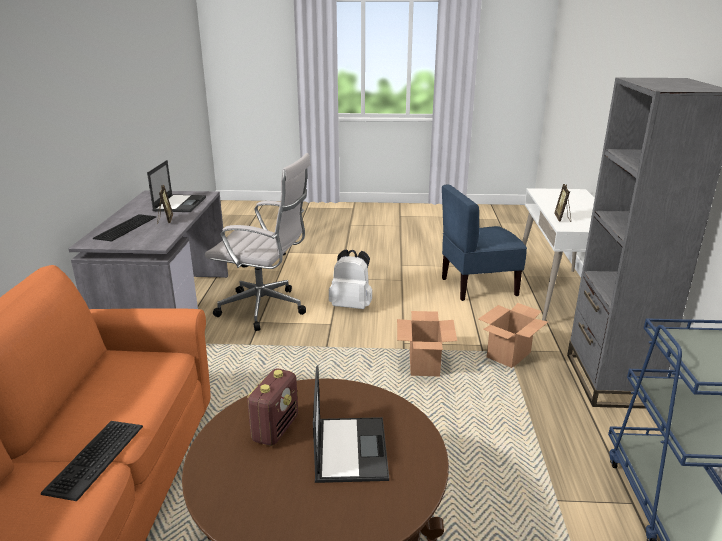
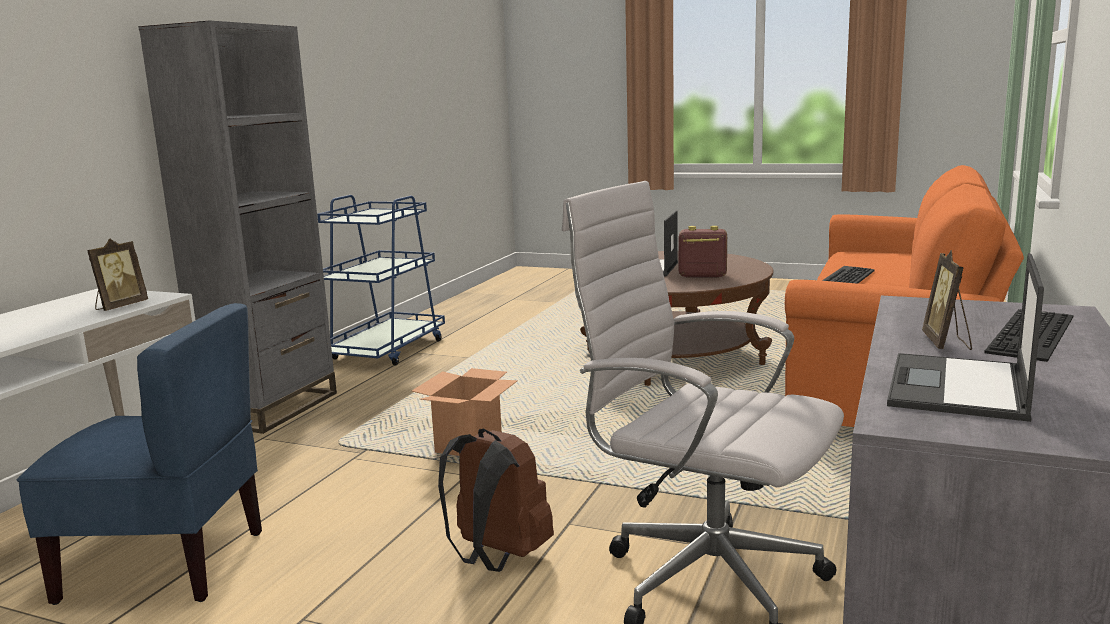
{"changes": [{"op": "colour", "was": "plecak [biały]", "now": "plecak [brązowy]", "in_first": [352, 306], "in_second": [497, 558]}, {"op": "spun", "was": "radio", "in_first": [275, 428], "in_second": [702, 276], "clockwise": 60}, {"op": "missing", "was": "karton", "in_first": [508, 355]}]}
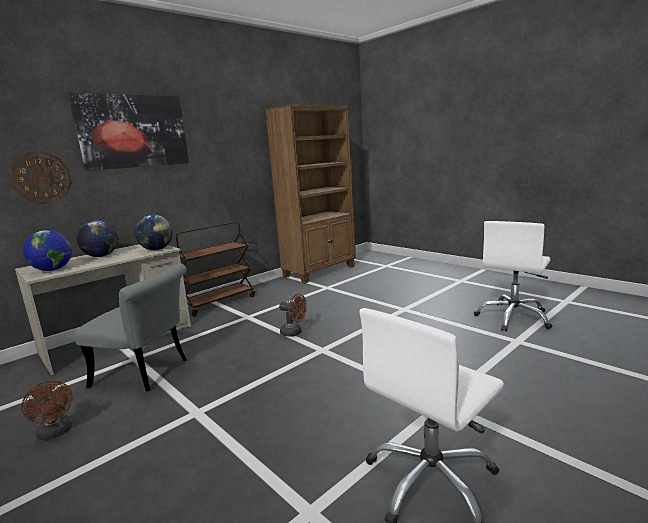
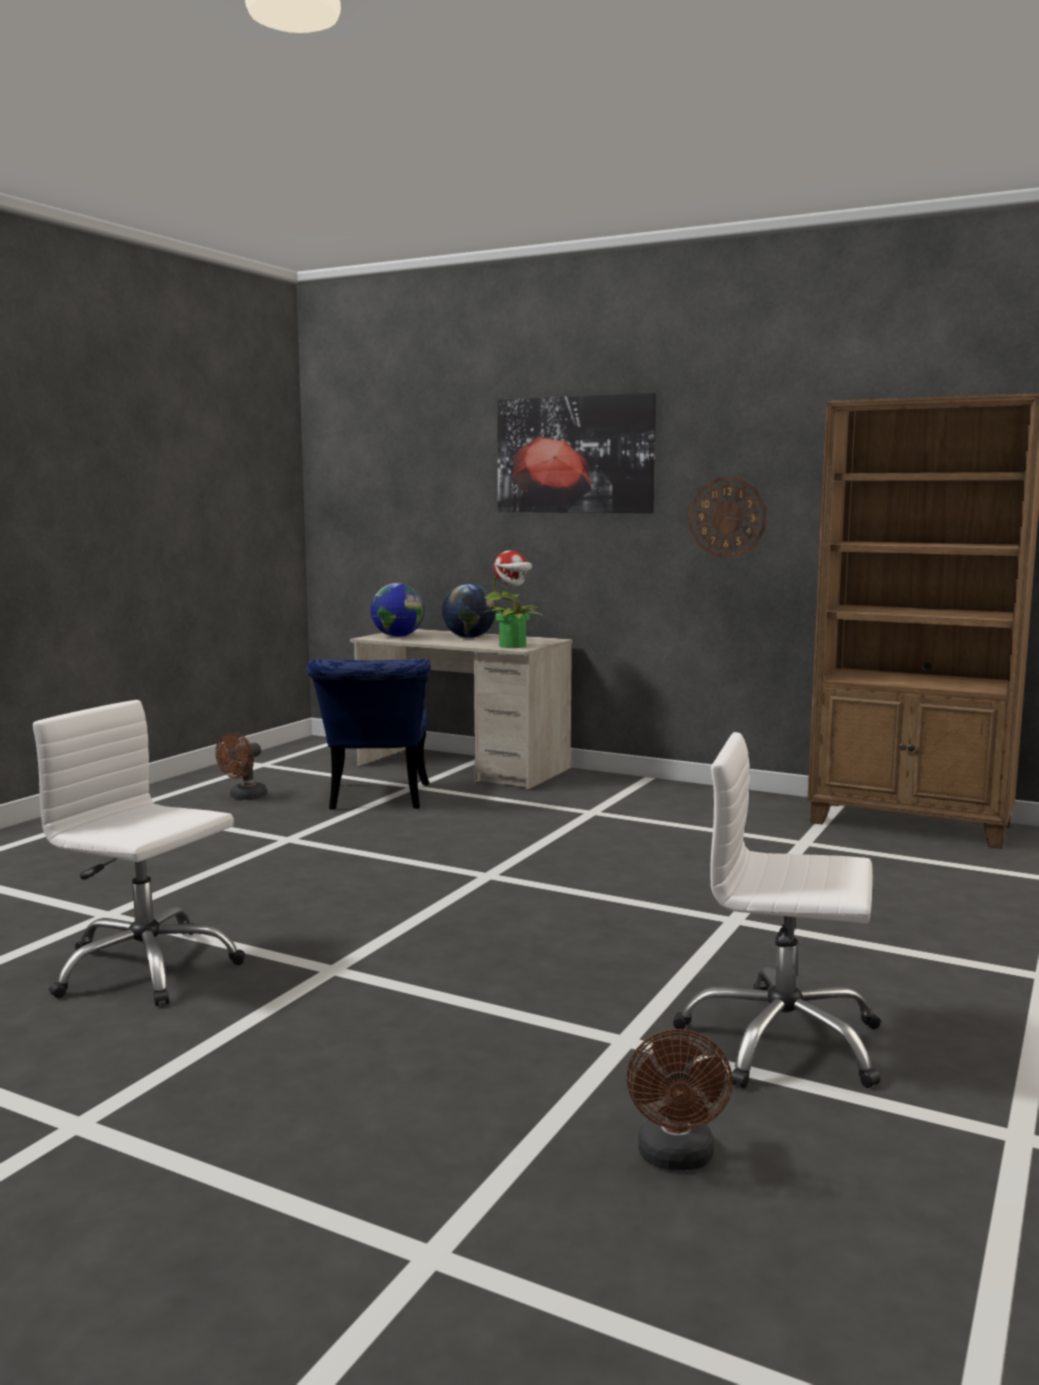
{"changes": [{"op": "colour", "was": "krzesło [szary]", "now": "krzesło [niebieski]", "in_first": [147, 373], "in_second": [376, 800]}, {"op": "exchanged", "was": "globus", "now": "roślina doniczkowa", "in_first": [157, 249], "in_second": [513, 646]}, {"op": "relocated", "was": "wentylator [brązowy]", "in_first": [294, 333], "in_second": [676, 1159]}, {"op": "relocated", "was": "zegar ścienny", "in_first": [41, 178], "in_second": [727, 517]}, {"op": "missing", "was": "wózek [brązowy]", "in_first": [219, 302]}]}
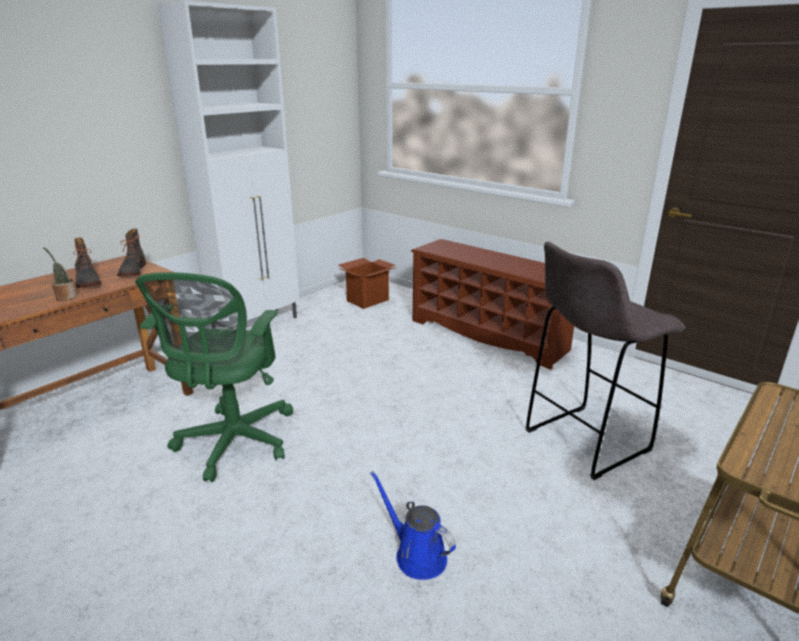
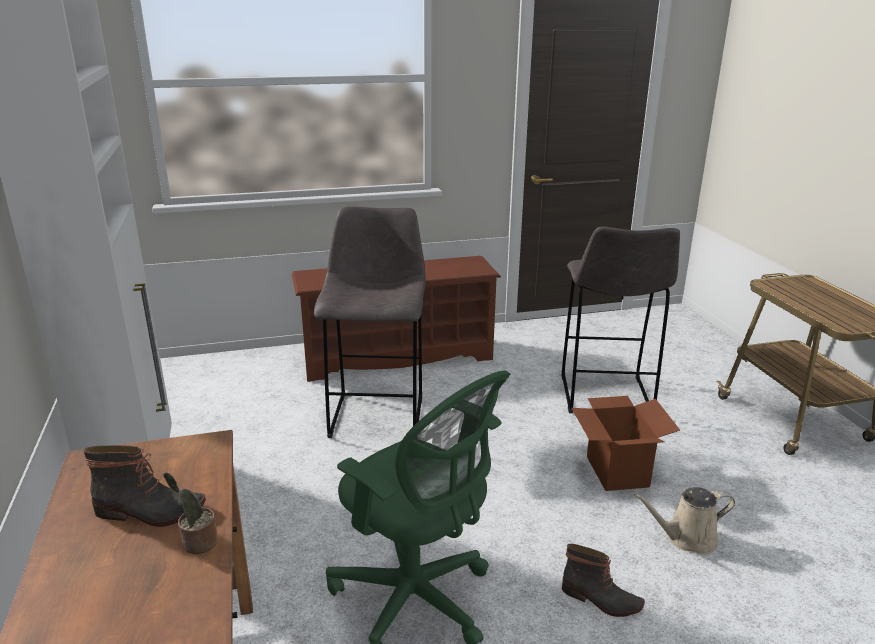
{"changes": [{"op": "appeared", "now": "stołek [szary]", "in_second": [378, 414]}, {"op": "relocated", "was": "but z cholewką", "in_first": [132, 271], "in_second": [600, 600]}, {"op": "relocated", "was": "karton", "in_first": [368, 300], "in_second": [616, 471]}, {"op": "colour", "was": "konewka [niebieski]", "now": "konewka [beżowy]", "in_first": [416, 555], "in_second": [686, 538]}]}
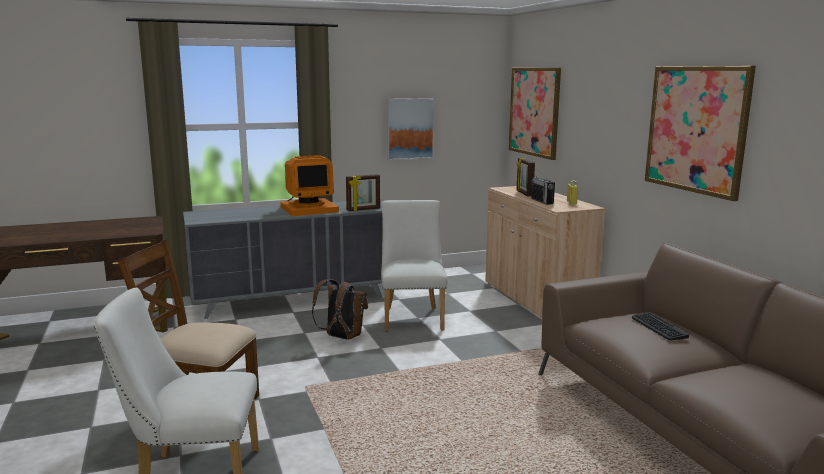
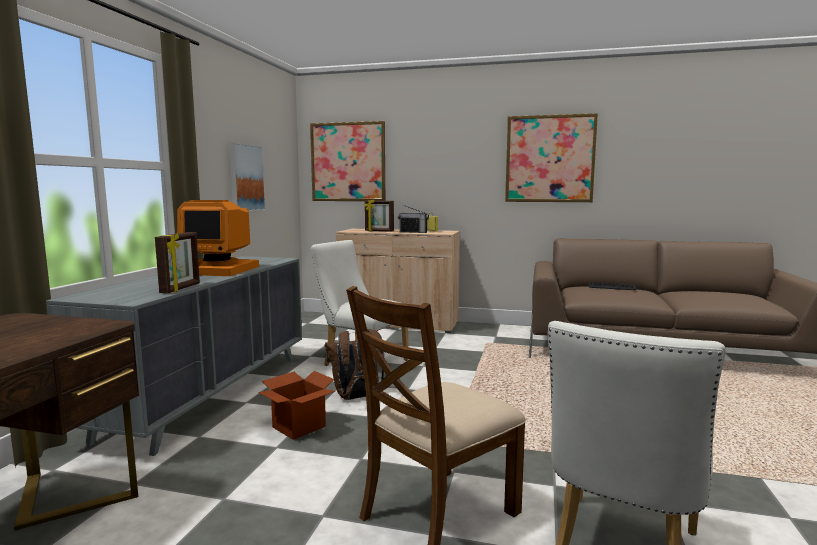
{"changes": [{"op": "relocated", "was": "ramka na zdjęcie", "in_first": [363, 209], "in_second": [181, 288]}, {"op": "spun", "was": "monitor", "in_first": [309, 209], "in_second": [218, 270], "clockwise": 90}, {"op": "appeared", "now": "karton", "in_second": [299, 427]}]}
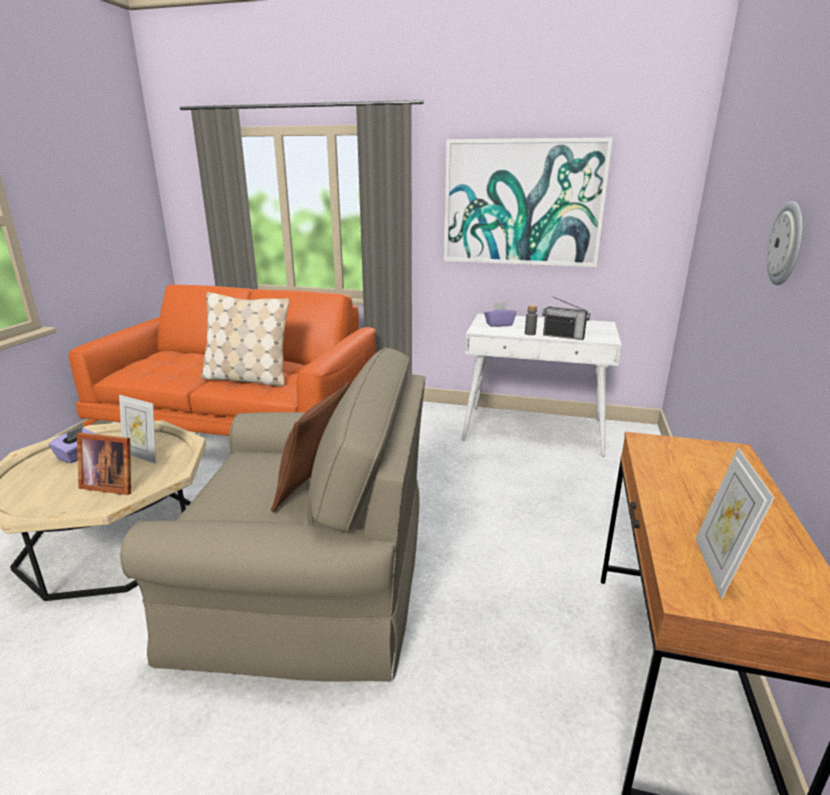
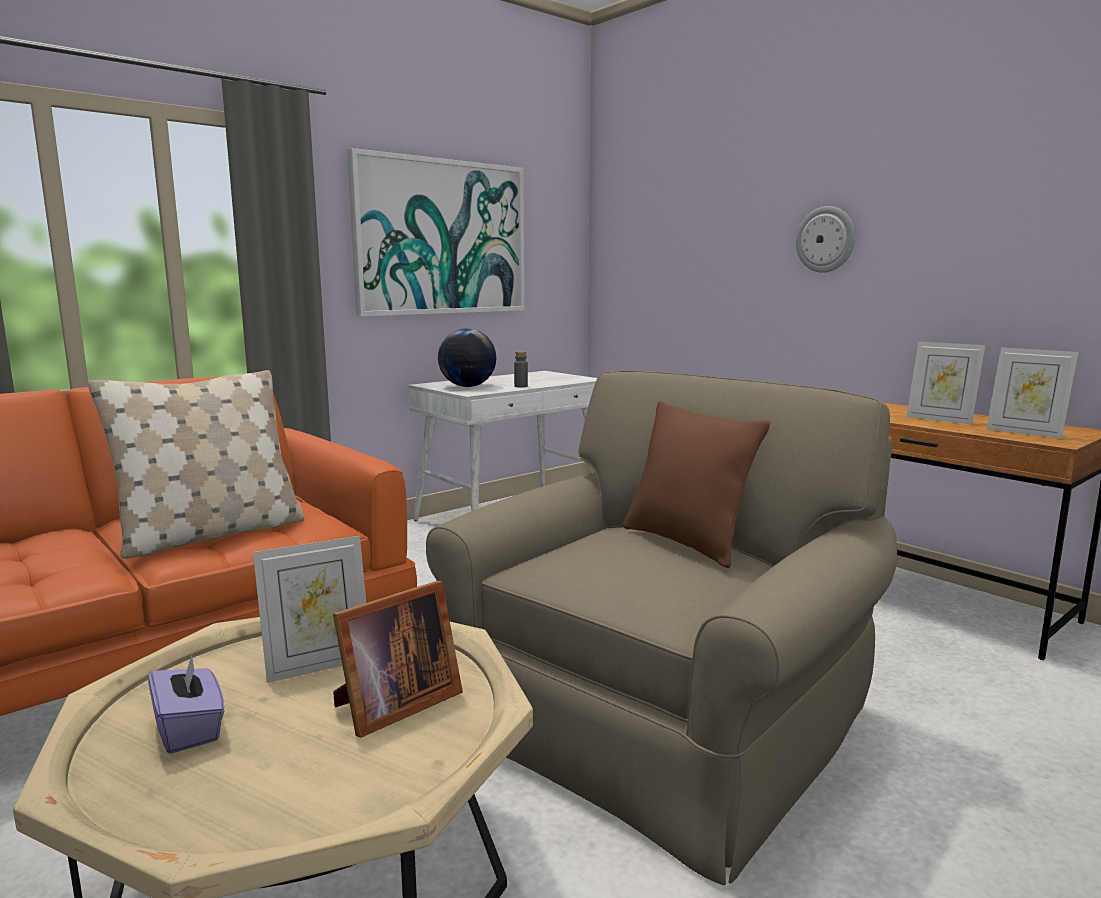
{"changes": [{"op": "exchanged", "was": "pudełko chusteczek [fioletowy]", "now": "globus", "in_first": [499, 324], "in_second": [467, 386]}, {"op": "appeared", "now": "ramka na zdjęcie", "in_second": [940, 419]}, {"op": "missing", "was": "radio", "in_first": [563, 336]}]}
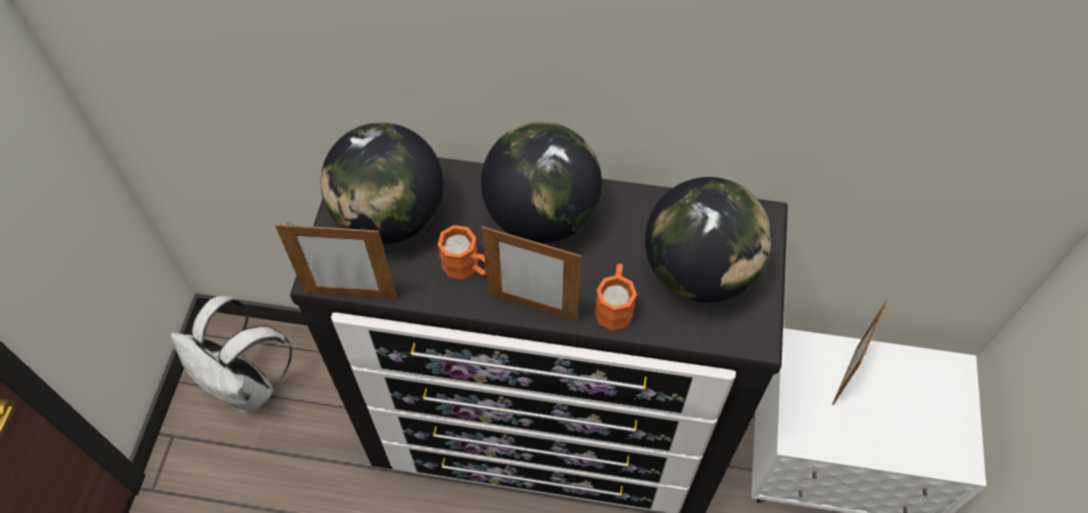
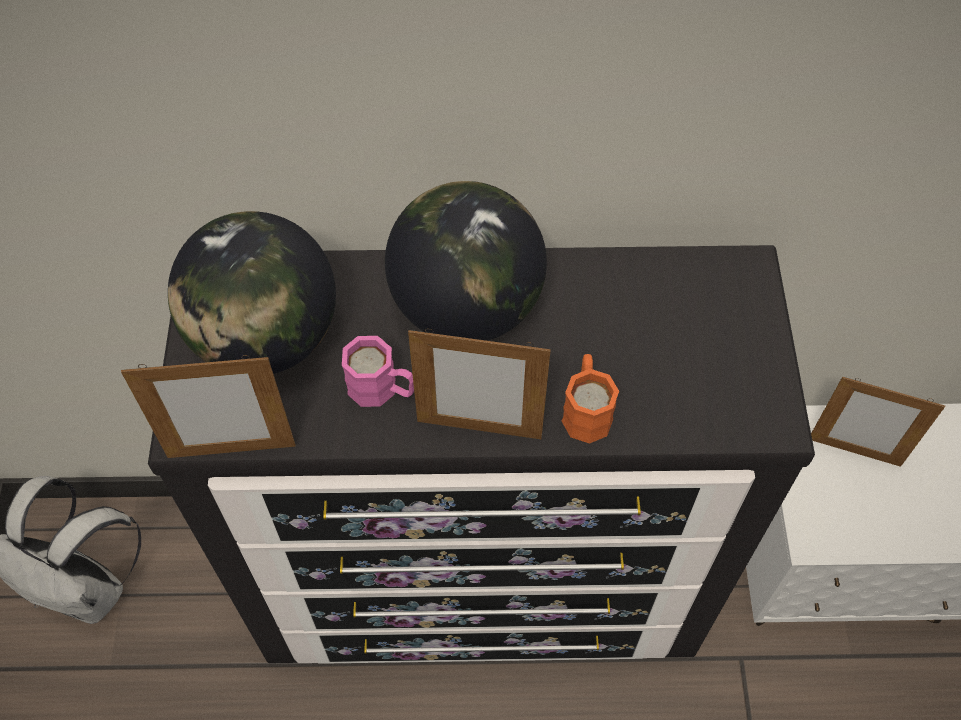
{"changes": [{"op": "colour", "was": "kubek [pomarańczowy]", "now": "kubek [różowy]", "in_first": [467, 267], "in_second": [382, 389]}, {"op": "spun", "was": "ramka na zdjęcie", "in_first": [845, 375], "in_second": [854, 452], "clockwise": -90}, {"op": "missing", "was": "globus", "in_first": [699, 271]}]}
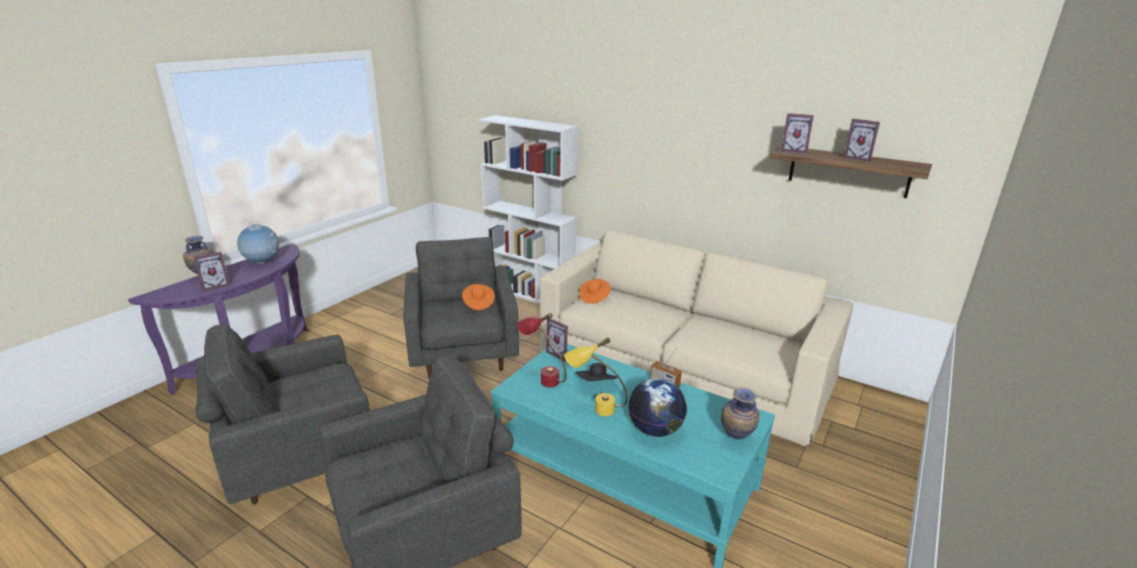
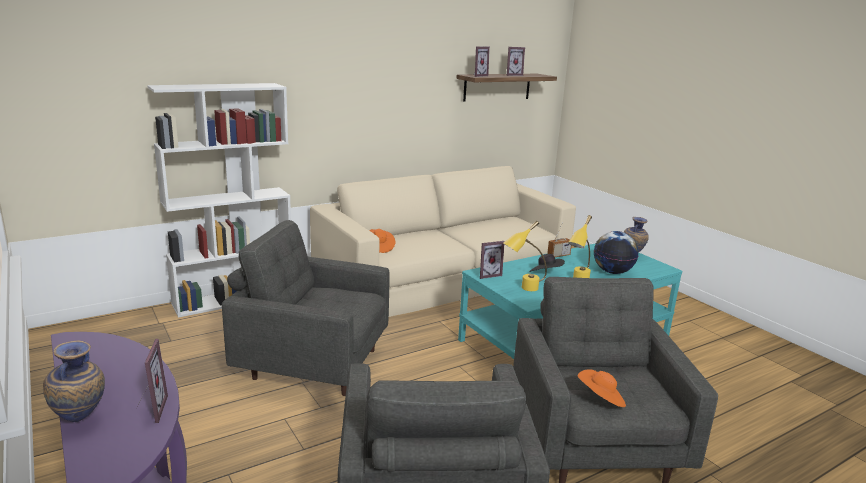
{"changes": [{"op": "colour", "was": "lampa stołowa [czerwony]", "now": "lampa stołowa [żółty]", "in_first": [542, 378], "in_second": [523, 289]}, {"op": "relocated", "was": "kapelusz [pomarańczowy]", "in_first": [478, 303], "in_second": [601, 399]}, {"op": "missing", "was": "globus", "in_first": [262, 262]}]}
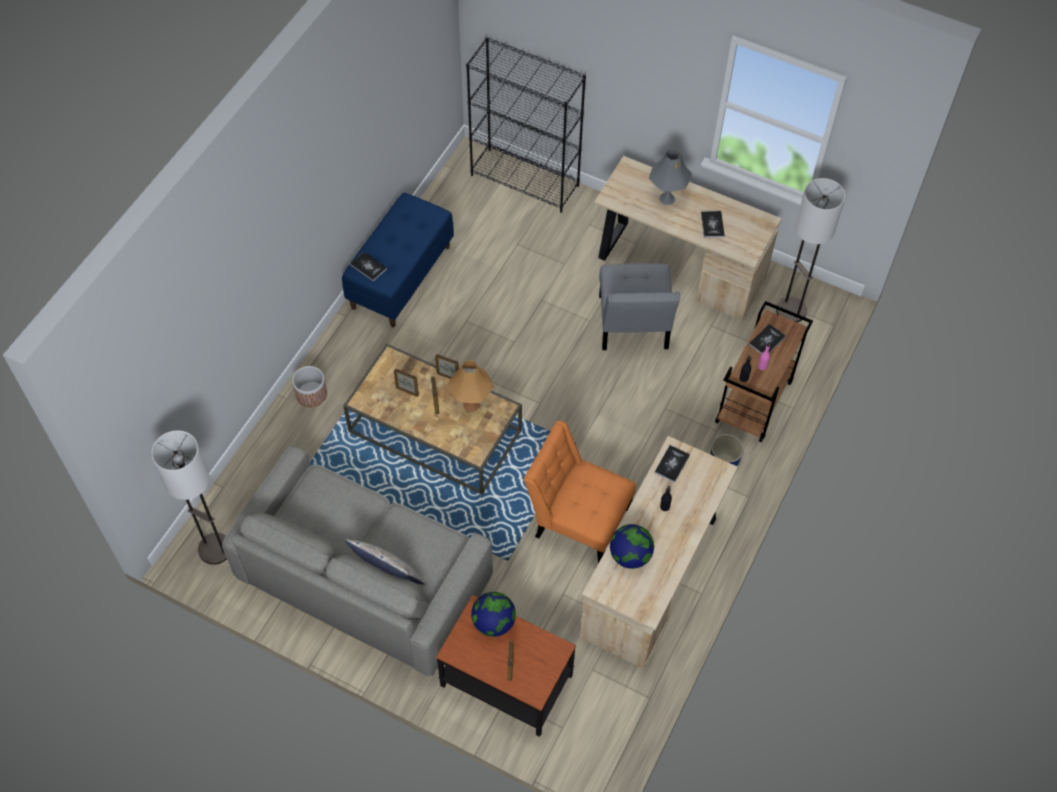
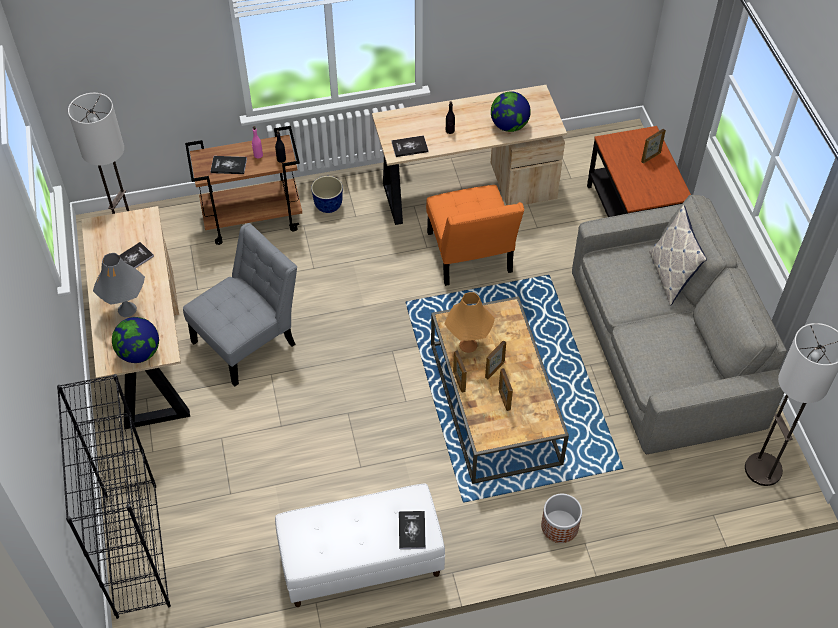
{"changes": [{"op": "relocated", "was": "globus", "in_first": [493, 622], "in_second": [139, 353]}, {"op": "colour", "was": "ławka [niebieski]", "now": "ławka [biały]", "in_first": [401, 276], "in_second": [361, 563]}]}
